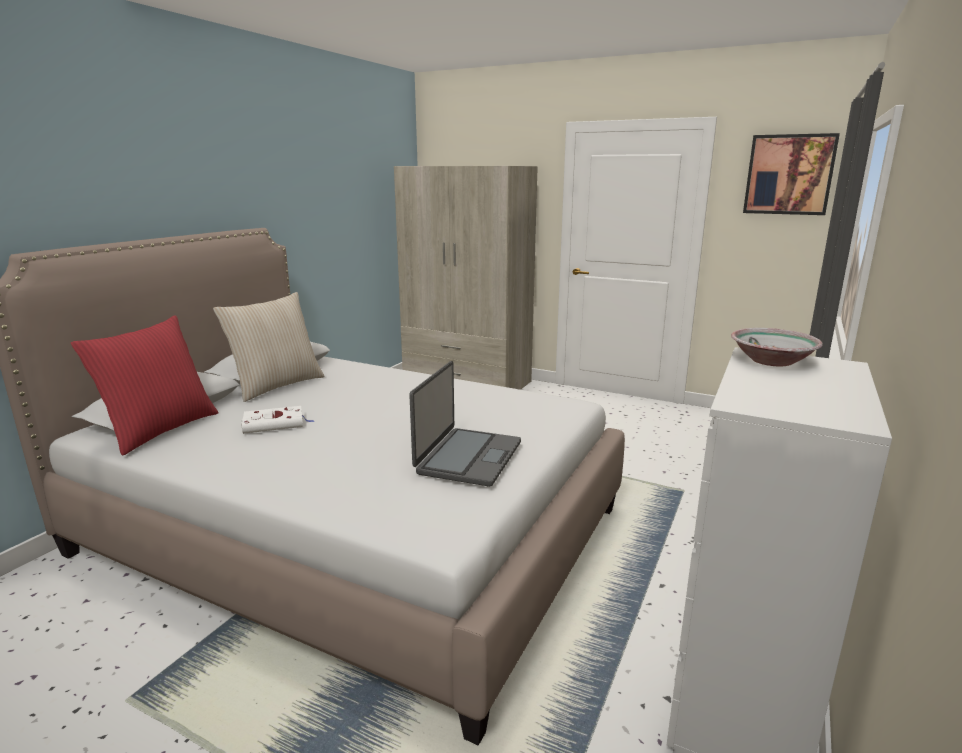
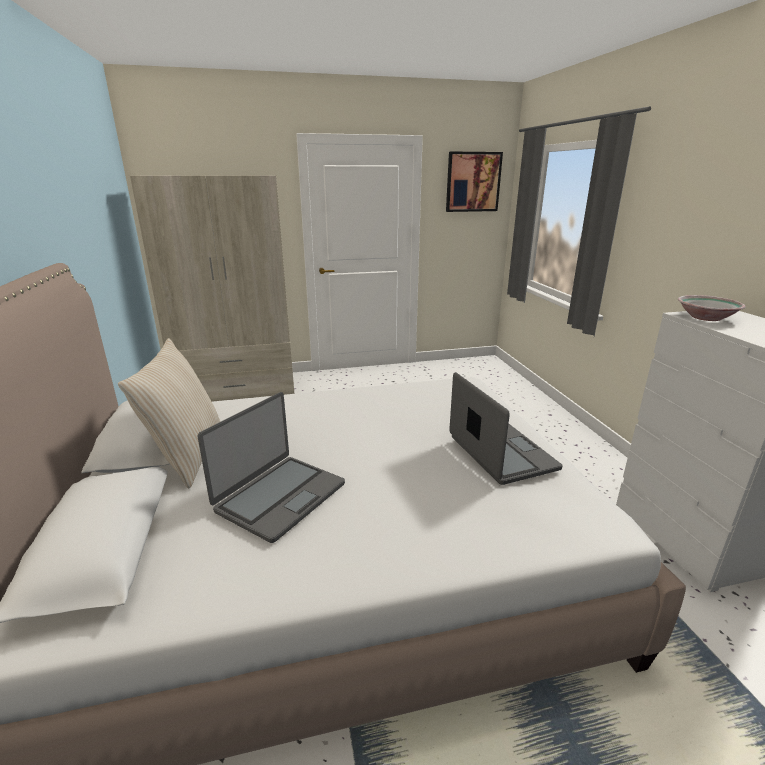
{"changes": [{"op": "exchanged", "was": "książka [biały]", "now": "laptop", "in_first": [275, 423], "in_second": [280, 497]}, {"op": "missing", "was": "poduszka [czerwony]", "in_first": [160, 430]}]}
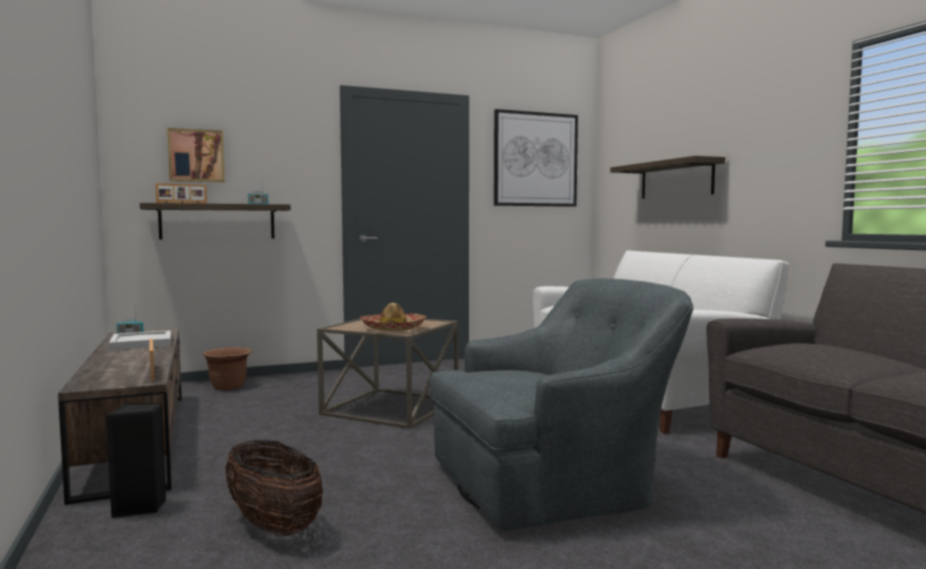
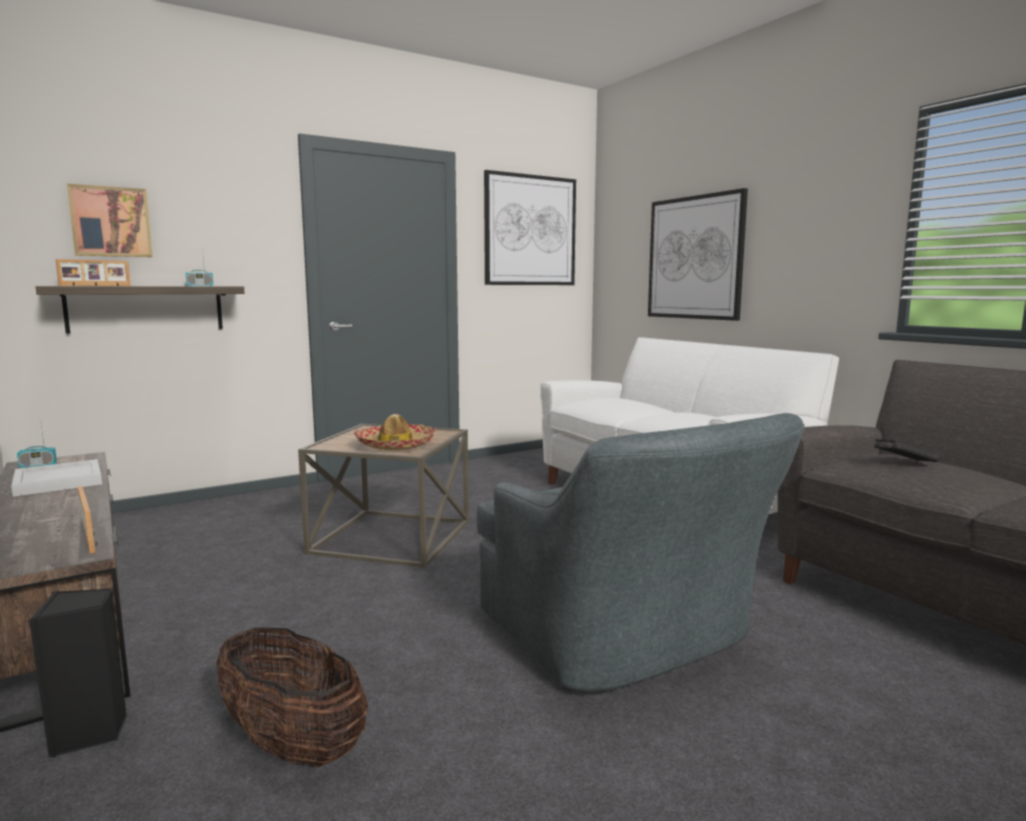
{"changes": [{"op": "spun", "was": "fotel [szary]", "in_first": [556, 483], "in_second": [626, 638], "clockwise": 90}, {"op": "exchanged", "was": "półka", "now": "obraz", "in_first": [676, 179], "in_second": [695, 258]}, {"op": "appeared", "now": "książka [czarny]", "in_second": [904, 463]}, {"op": "missing", "was": "donica [brązowy]", "in_first": [228, 387]}]}
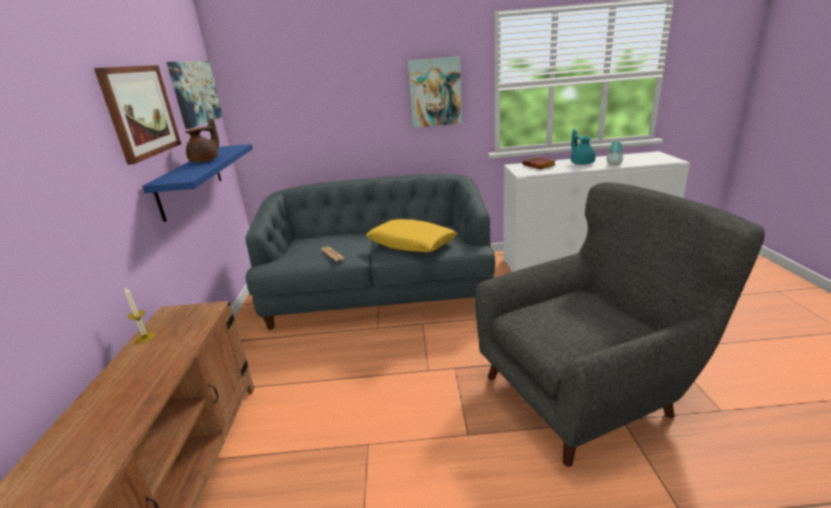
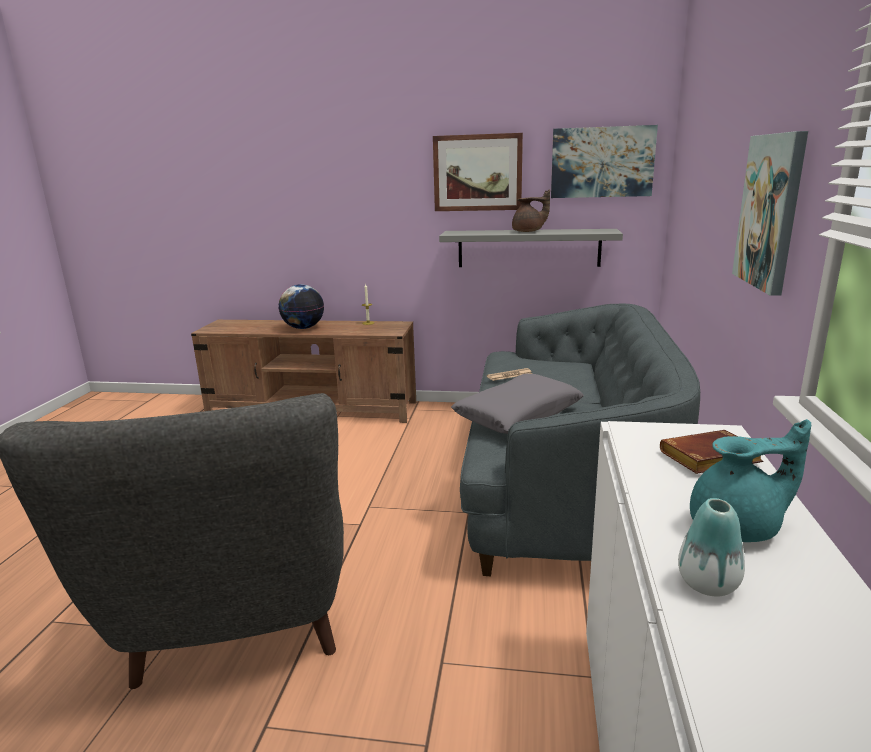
{"changes": [{"op": "appeared", "now": "globus", "in_second": [303, 328]}, {"op": "colour", "was": "półka [niebieski]", "now": "półka [szary]", "in_first": [190, 181], "in_second": [528, 248]}, {"op": "colour", "was": "poduszka [żółty]", "now": "poduszka [szary]", "in_first": [411, 244], "in_second": [518, 415]}, {"op": "spun", "was": "imbryk [brązowy]", "in_first": [206, 160], "in_second": [528, 231], "clockwise": -45}]}
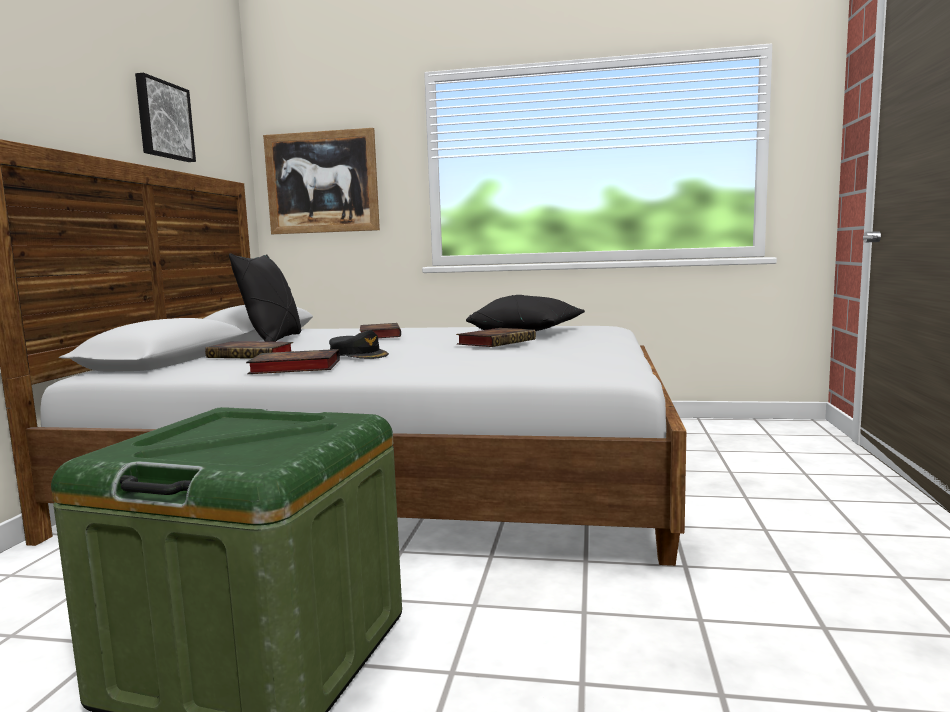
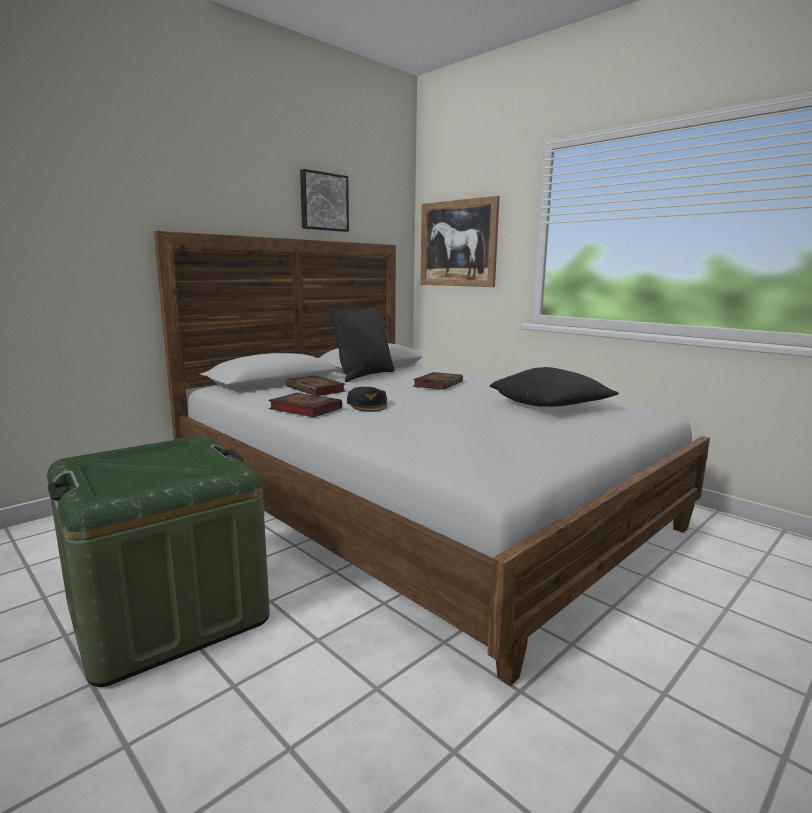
{"changes": [{"op": "missing", "was": "książka", "in_first": [497, 342]}]}
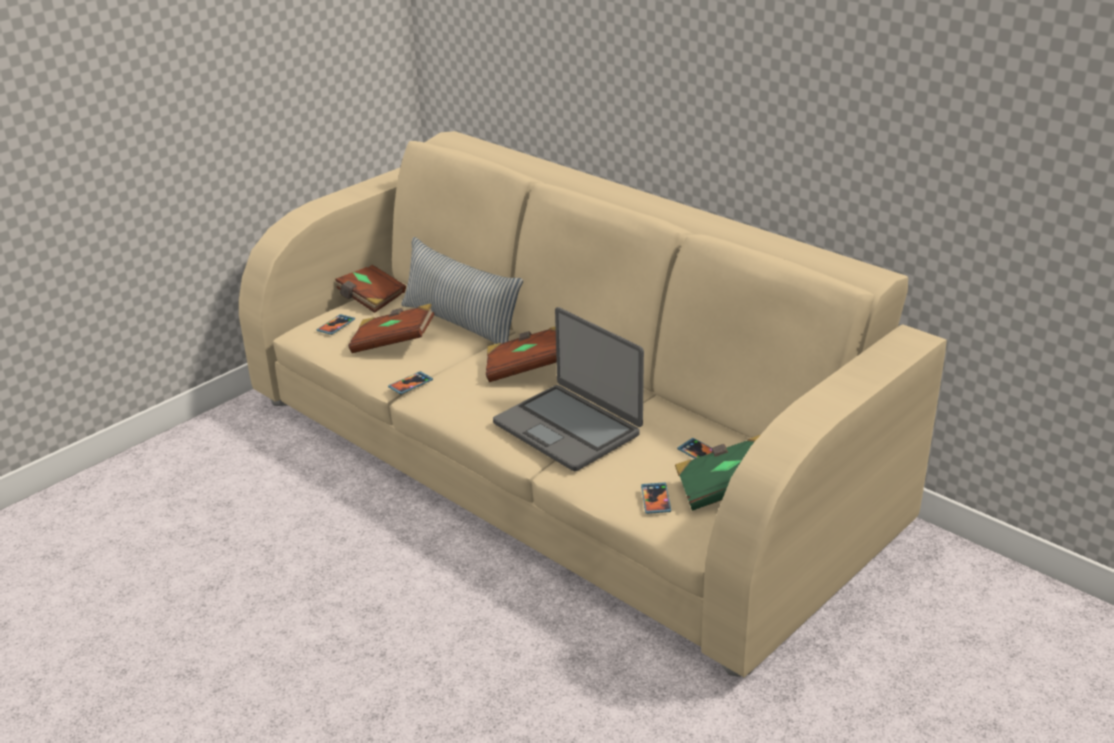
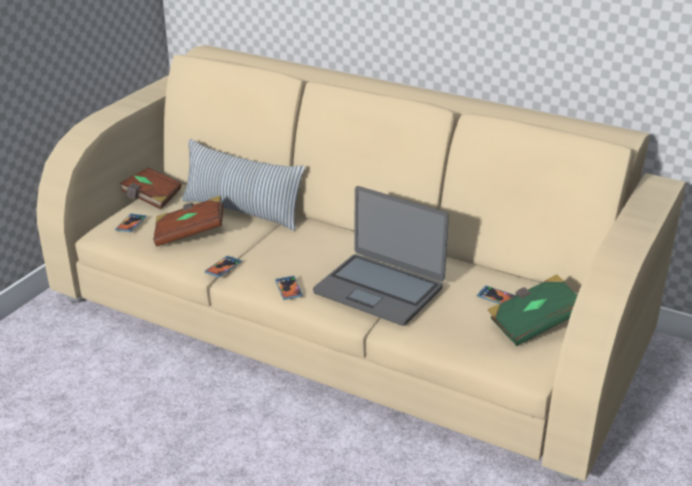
{"changes": [{"op": "relocated", "was": "telefon", "in_first": [655, 499], "in_second": [288, 289]}, {"op": "missing", "was": "książka [brązowy]", "in_first": [526, 368]}]}
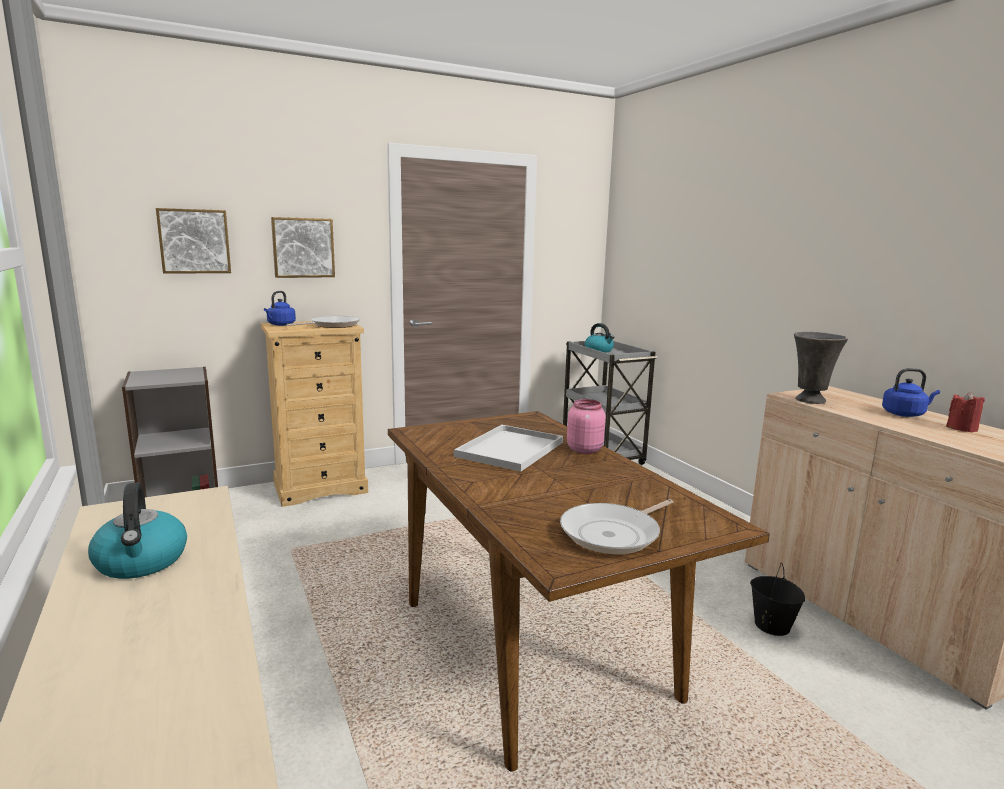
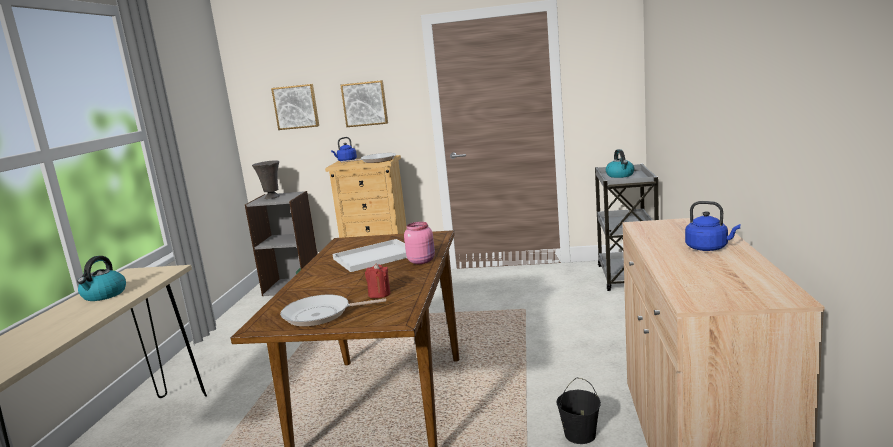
{"changes": [{"op": "relocated", "was": "wazon [szary]", "in_first": [810, 401], "in_second": [271, 197]}, {"op": "relocated", "was": "świeca [czerwony]", "in_first": [962, 428], "in_second": [379, 294]}]}
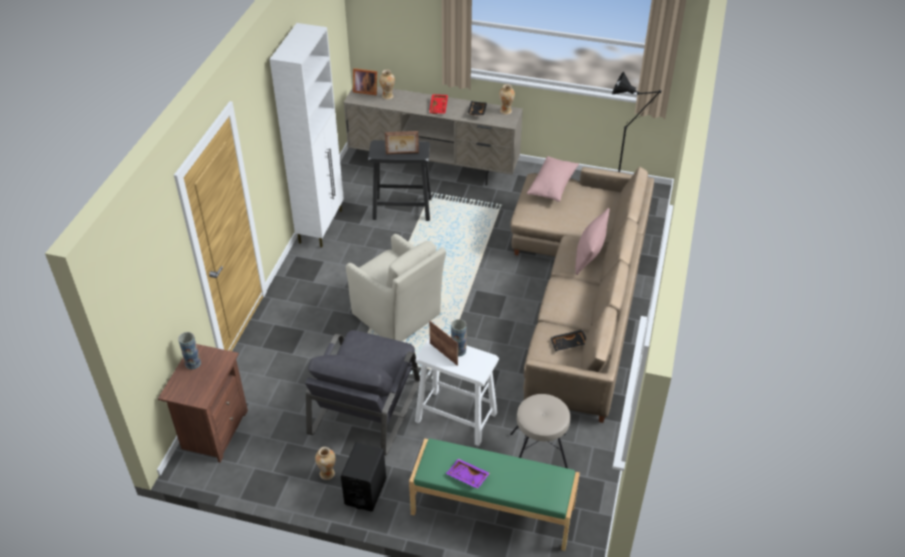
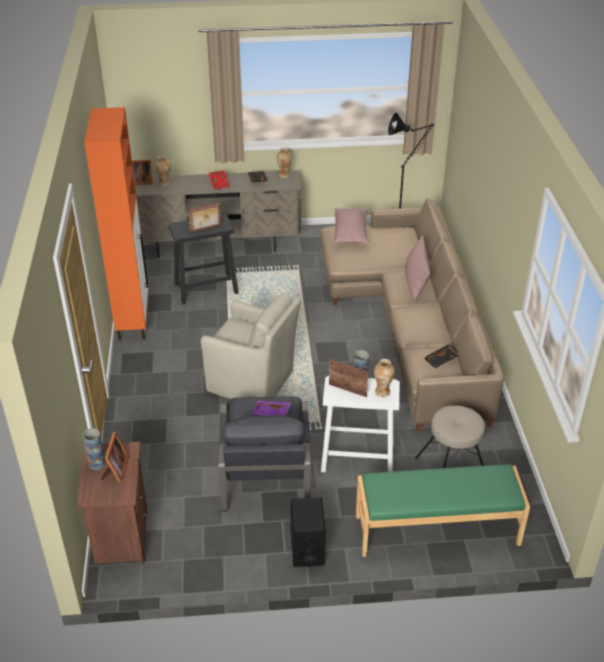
{"changes": [{"op": "colour", "was": "szafka [biały]", "now": "szafka [pomarańczowy]", "in_first": [321, 226], "in_second": [133, 320]}, {"op": "appeared", "now": "ramka na zdjęcie", "in_second": [115, 470]}, {"op": "relocated", "was": "taca [fioletowy]", "in_first": [467, 477], "in_second": [271, 413]}, {"op": "relocated", "was": "wazon", "in_first": [327, 473], "in_second": [382, 391]}]}
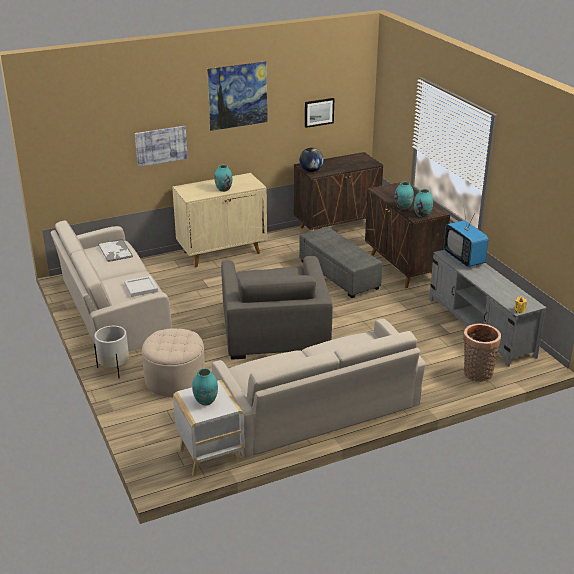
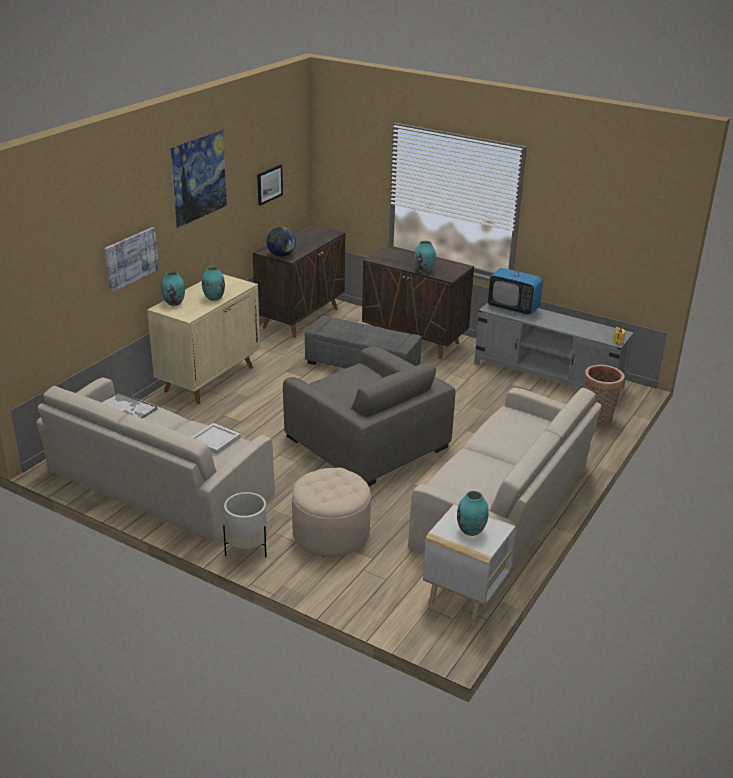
{"changes": [{"op": "relocated", "was": "wazon [turkusowy]", "in_first": [422, 215], "in_second": [174, 303]}]}
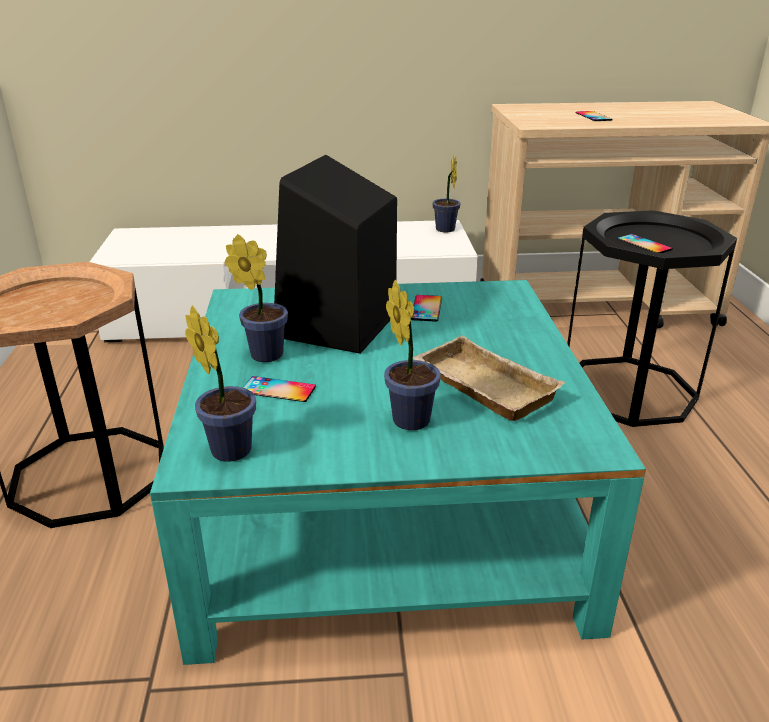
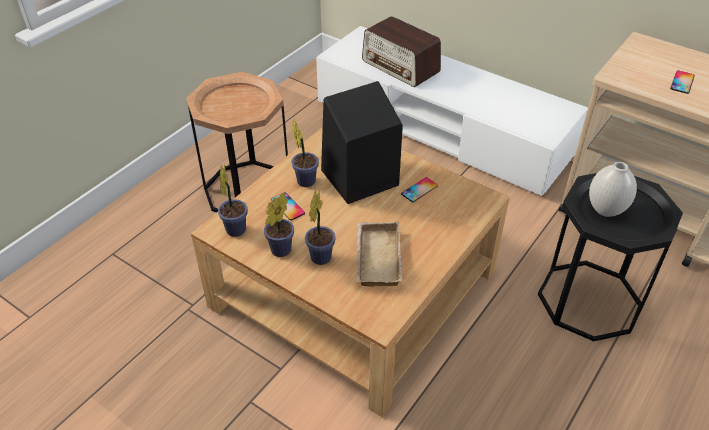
{"changes": [{"op": "colour", "was": "ława [turkusowy]", "now": "ława [beżowy]", "in_first": [384, 510], "in_second": [354, 288]}, {"op": "relocated", "was": "roślina doniczkowa", "in_first": [445, 230], "in_second": [279, 251]}, {"op": "appeared", "now": "radio", "in_second": [400, 67]}, {"op": "exchanged", "was": "telefon", "now": "wazon [biały]", "in_first": [644, 244], "in_second": [605, 210]}]}
